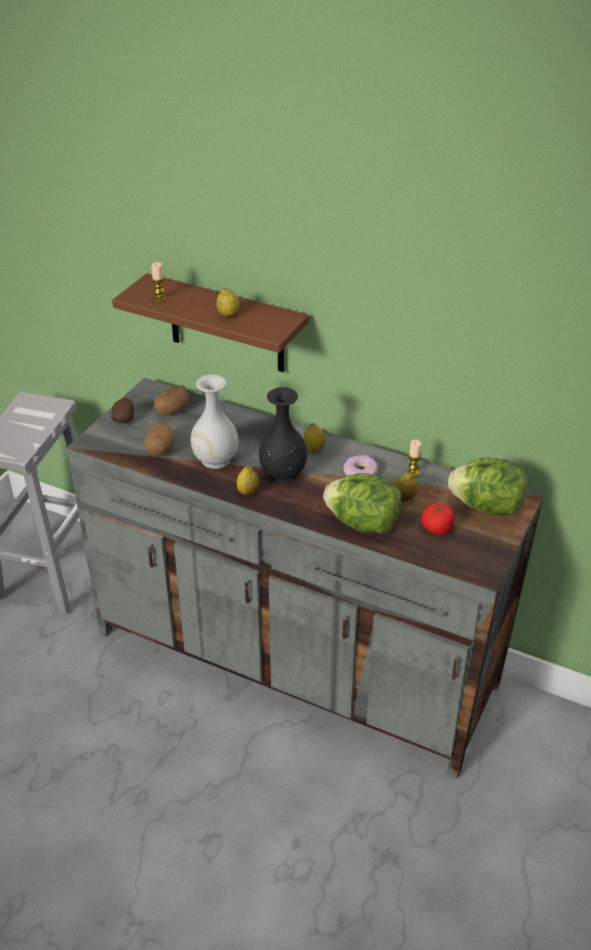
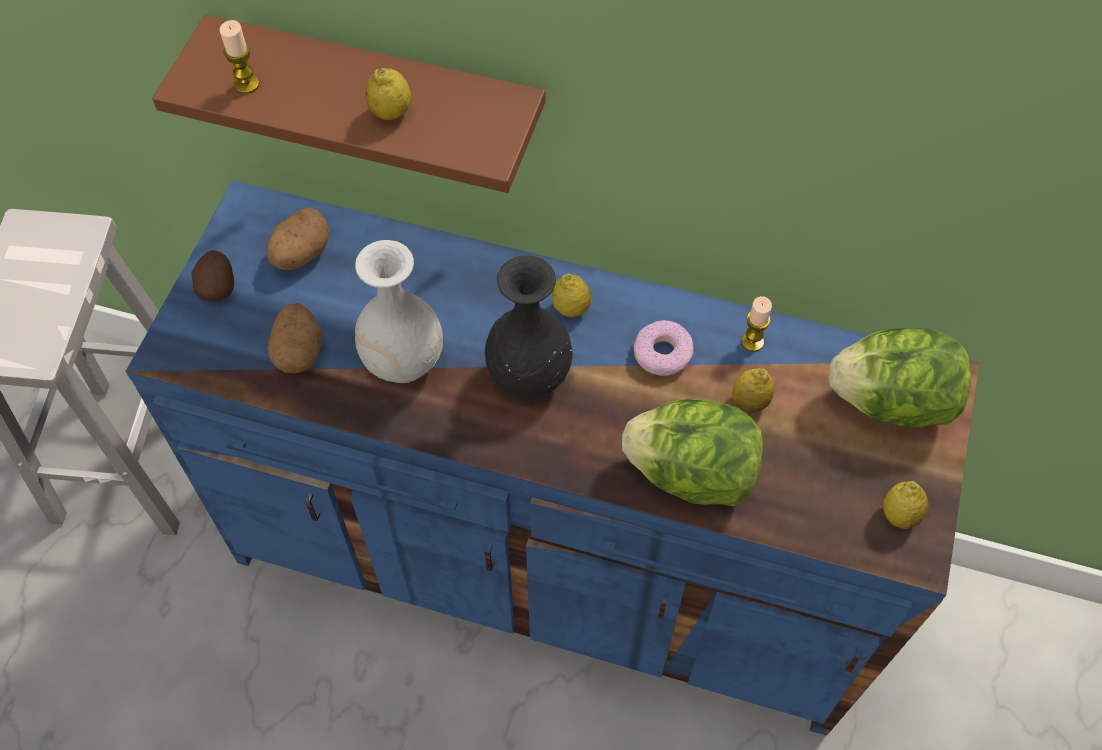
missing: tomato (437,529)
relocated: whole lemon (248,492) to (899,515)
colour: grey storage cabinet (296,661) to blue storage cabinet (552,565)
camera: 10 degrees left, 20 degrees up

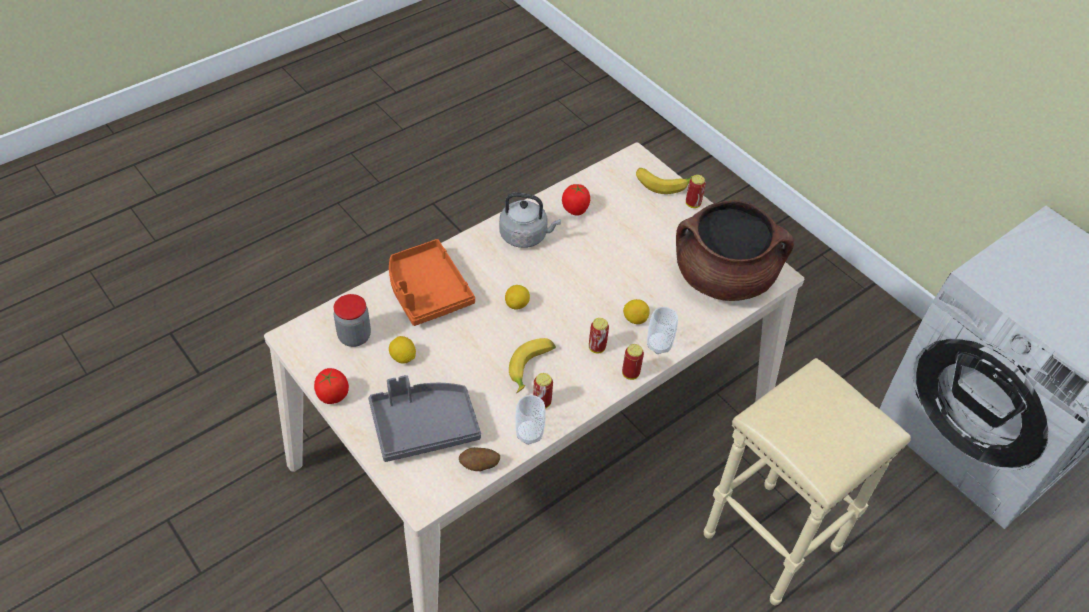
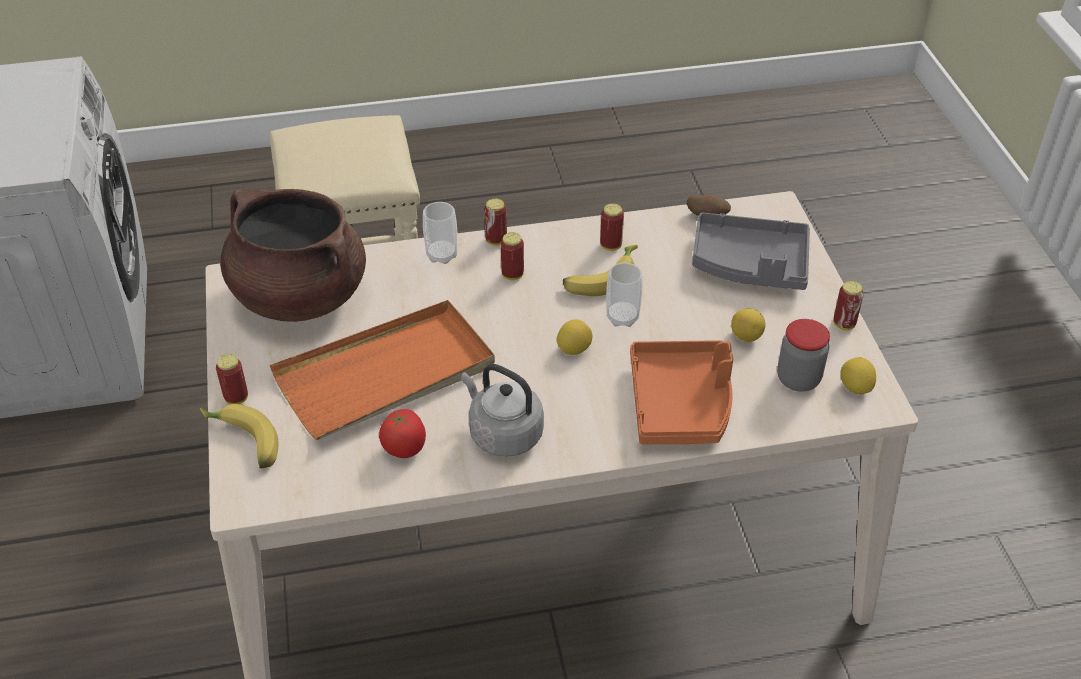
appeared: orange tray (386,374)
relocated: drinking cup (529,434) to (622,317); whole lemon (635,319) to (855,387)
exchanged: tomato (332,395) to can (844,324)
camera: 150 degrees left, 5 degrees down

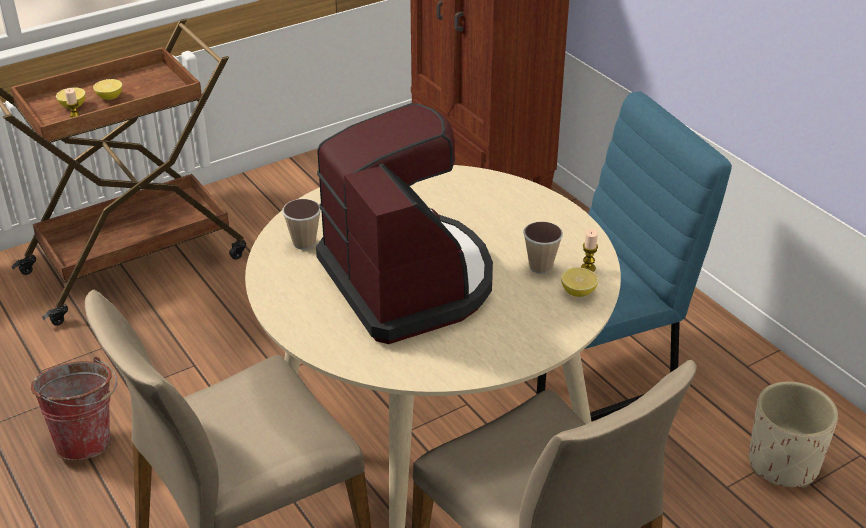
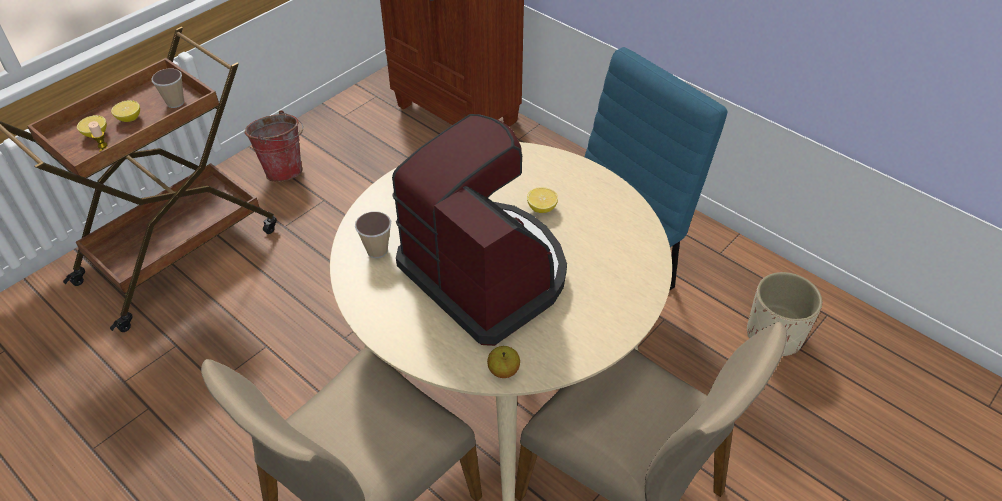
missing: wax candle (588,268)
appeared: whole apple (503,370)
relocated: drinking cup (540,267) to (175,102); pail (88,439) to (284,169); whole lemon (578,292) to (542,208)
camera: 15 degrees left, 10 degrees up

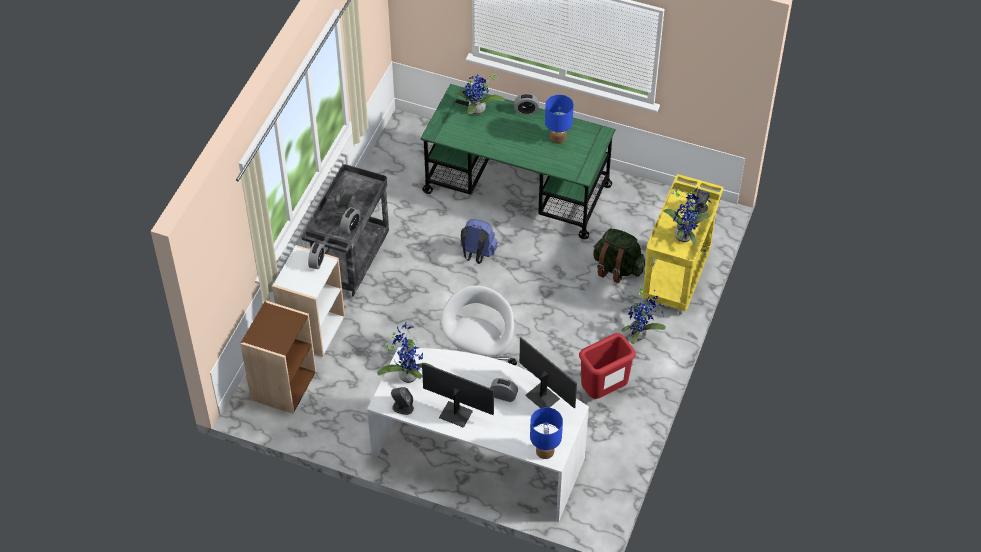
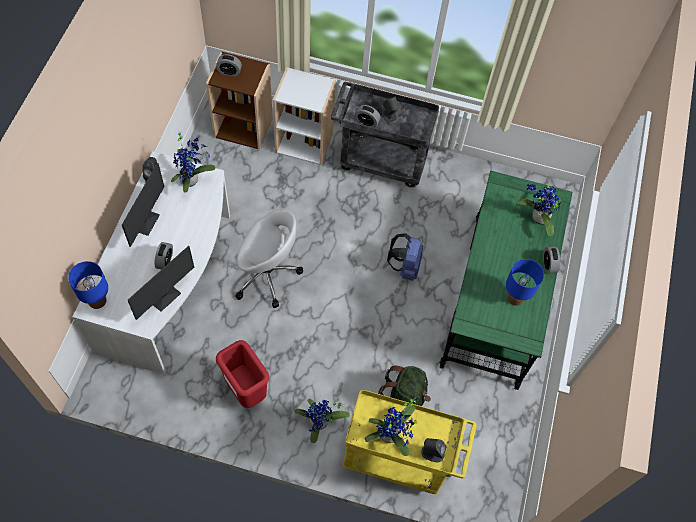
relocated: alarm clock (317,262) to (229,72)
camera: 80 degrees right, 10 degrees up

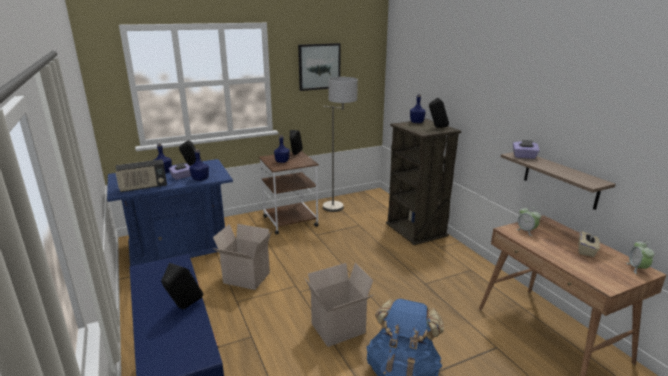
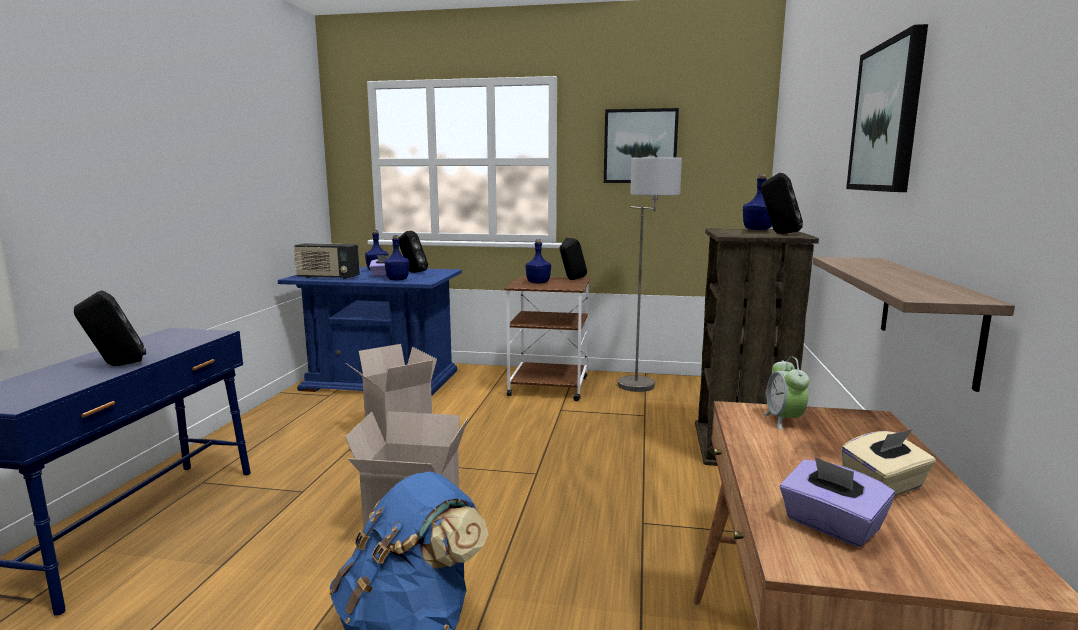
missing: alarm clock (637,268)
appeared: picture (887,117)
relocated: purplish tissue box (524,156) to (831,526)
camera: 35 degrees right, 10 degrees down

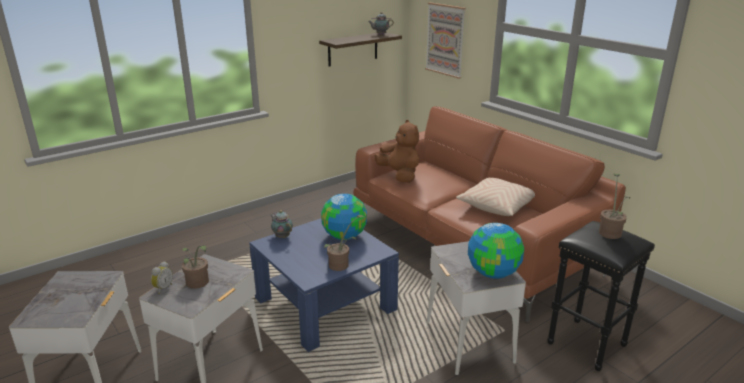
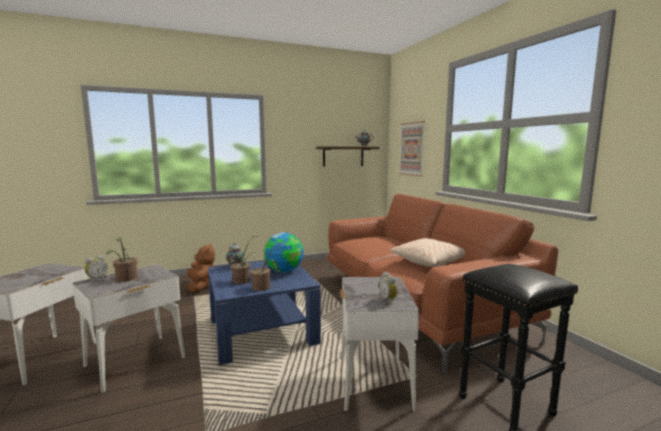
relocated: brown plush toy (399,175) to (201,286); houseplant (610,232) to (243,280)
exchanged: globe (493,273) to alarm clock (388,300)
camera: 15 degrees right, 15 degrees down

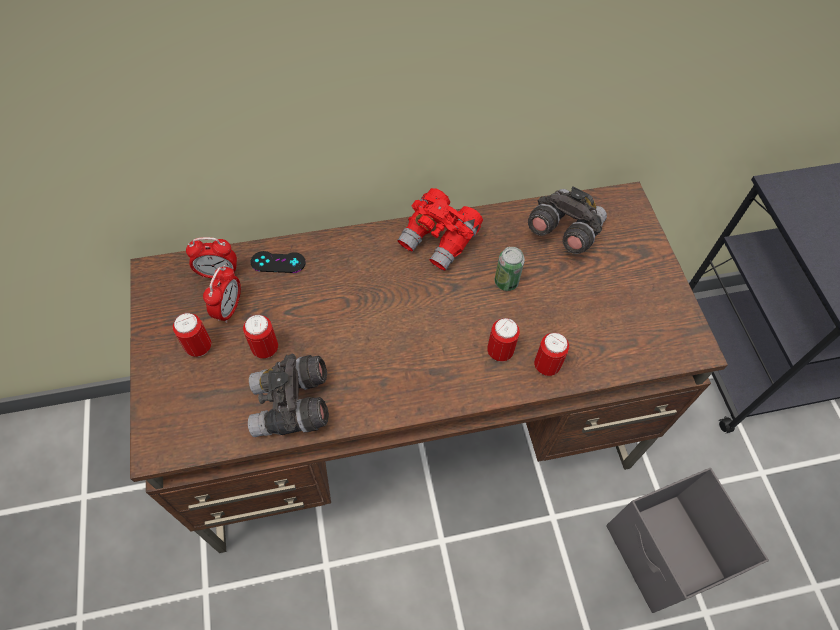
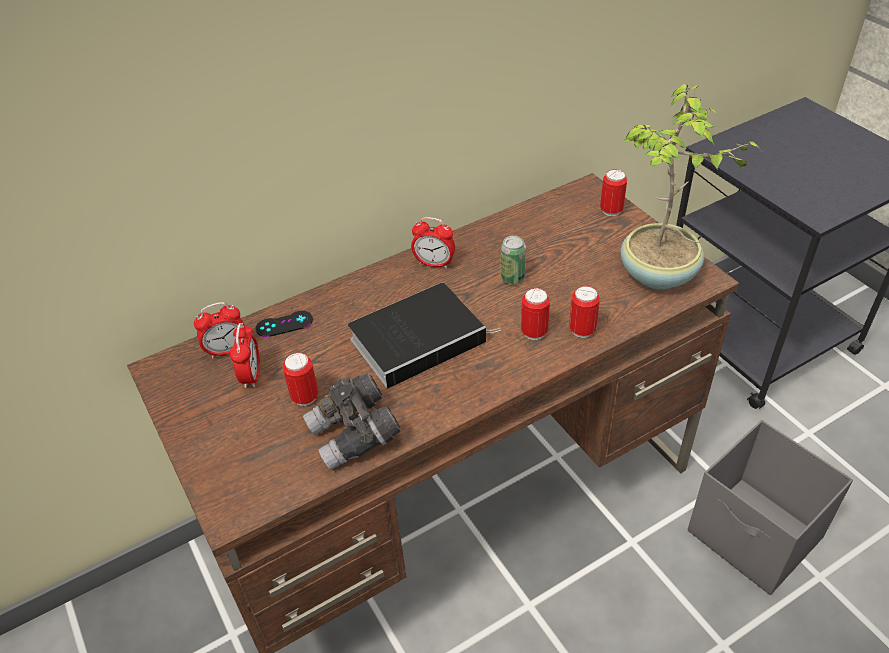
missing: grey binoculars (563,231)
appeared: book (420,338); houseplant (659,276)
relocated: can (199,347) to (611,210)
exchanged: red-coloured binoculars (439,240) to alarm clock (434,263)
camera: 15 degrees left, 15 degrees down

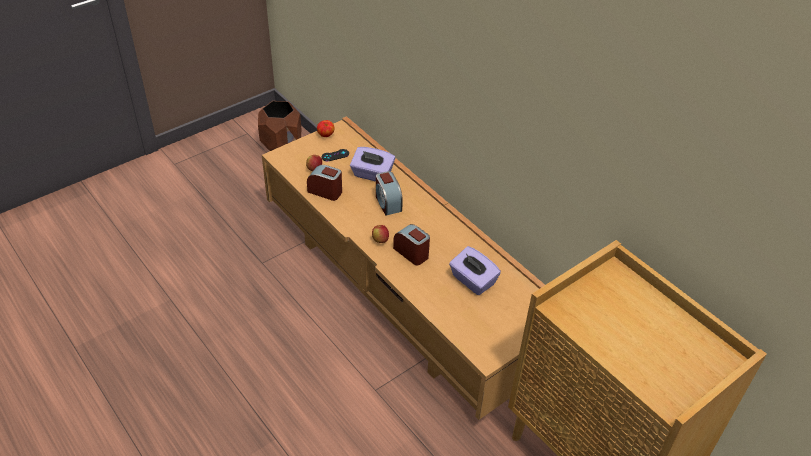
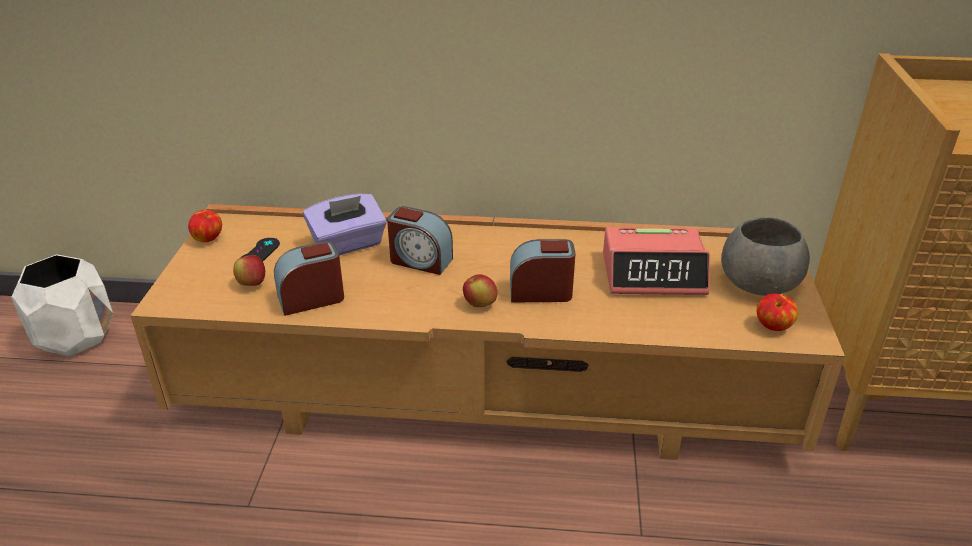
appeared: grey deep dish (757,283); whole apple (773,327)
exchanged: purplish tissue box (472,281) to alarm clock (654,273)
colour: brown flower pot (282,144) to whitish flower pot (76,337)
camera: 45 degrees left, 10 degrees down

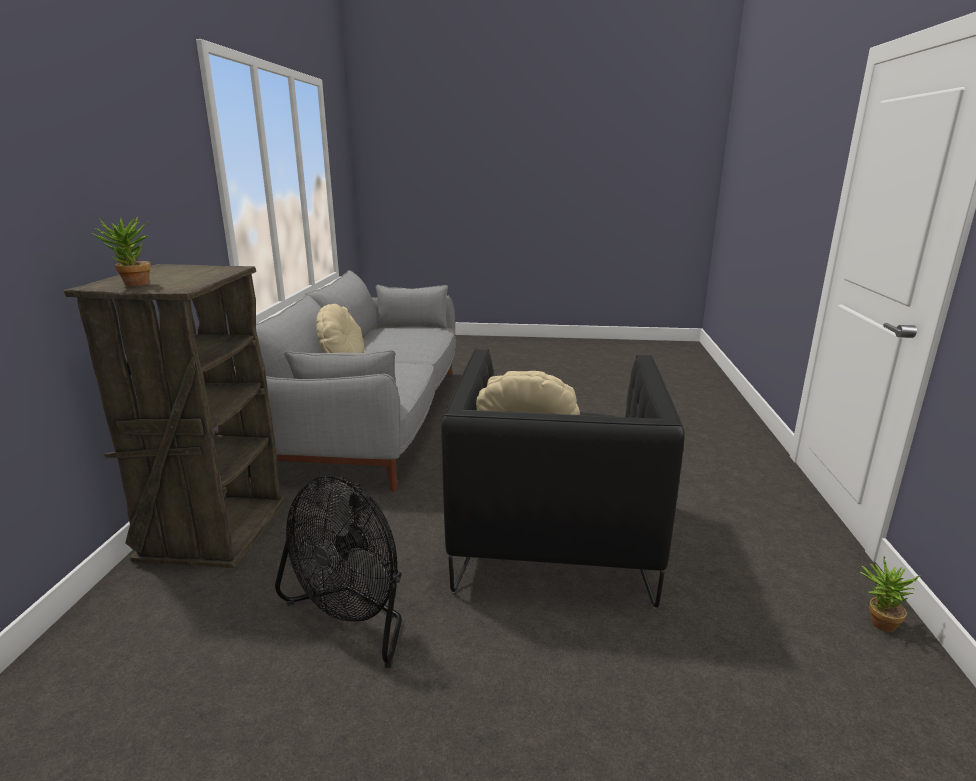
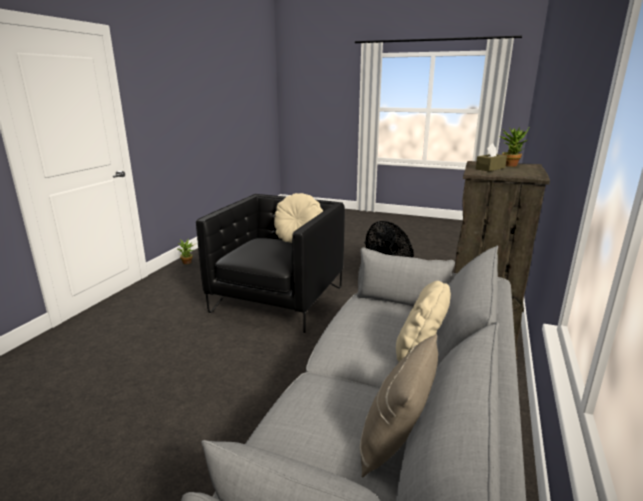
appeared: sand-coloured pillow (395,441); brown tissue box (490,168)
camera: 165 degrees left, 0 degrees up

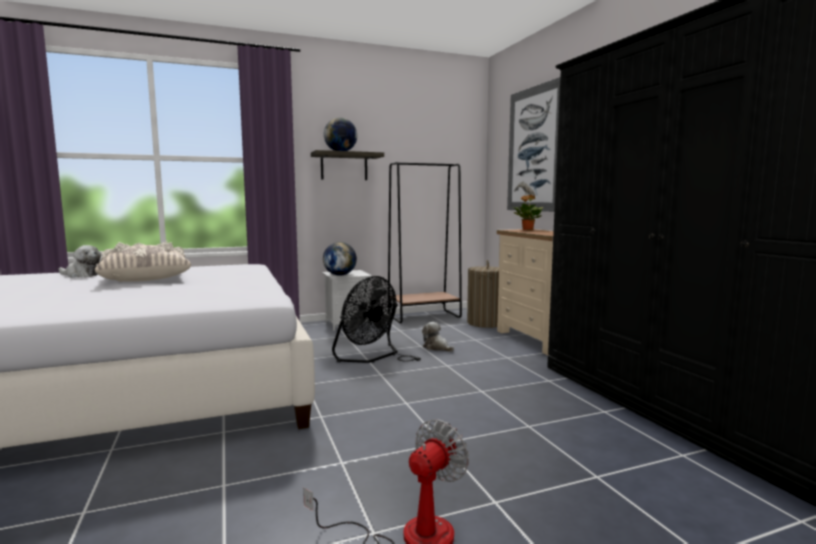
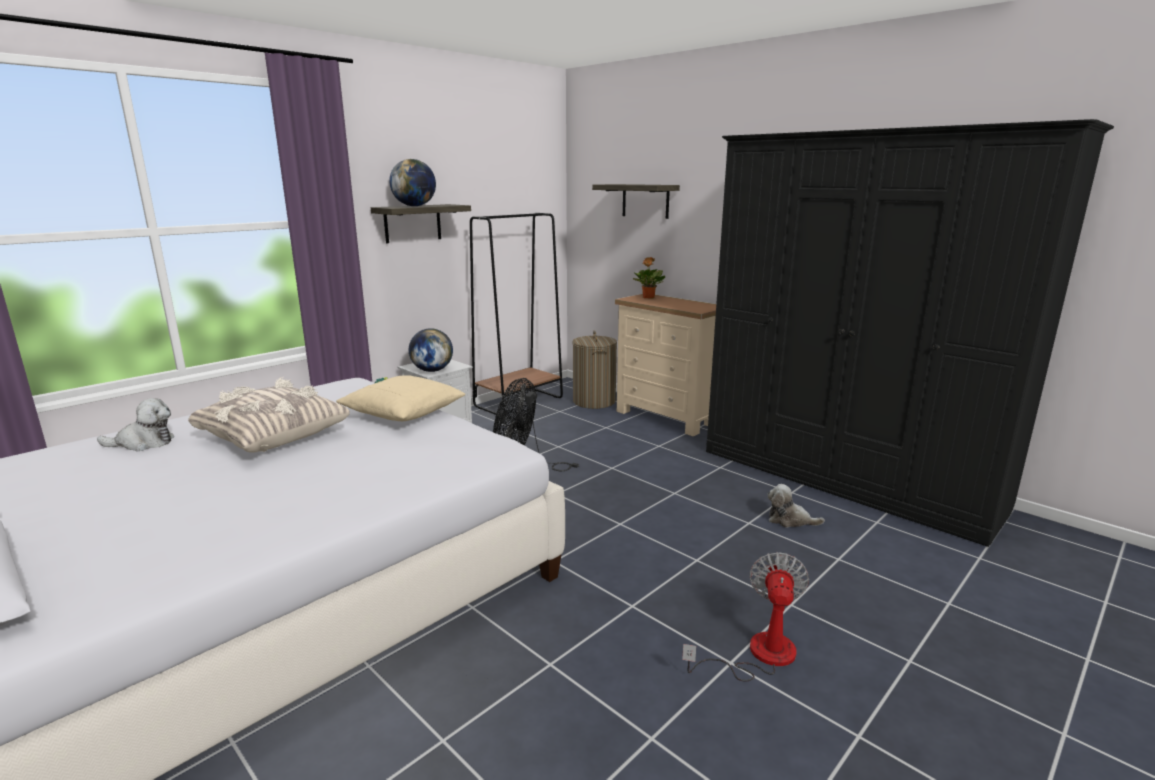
appeared: sand-coloured pillow (404,414)
relocated: plush toy (437,348) to (789,520)
exchanged: picture (534,149) to shelf (645,201)
camera: 25 degrees left, 10 degrees up

